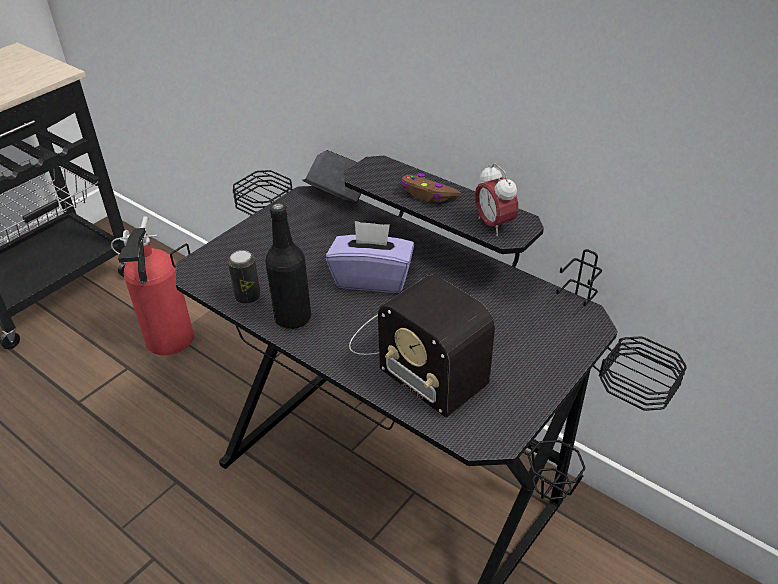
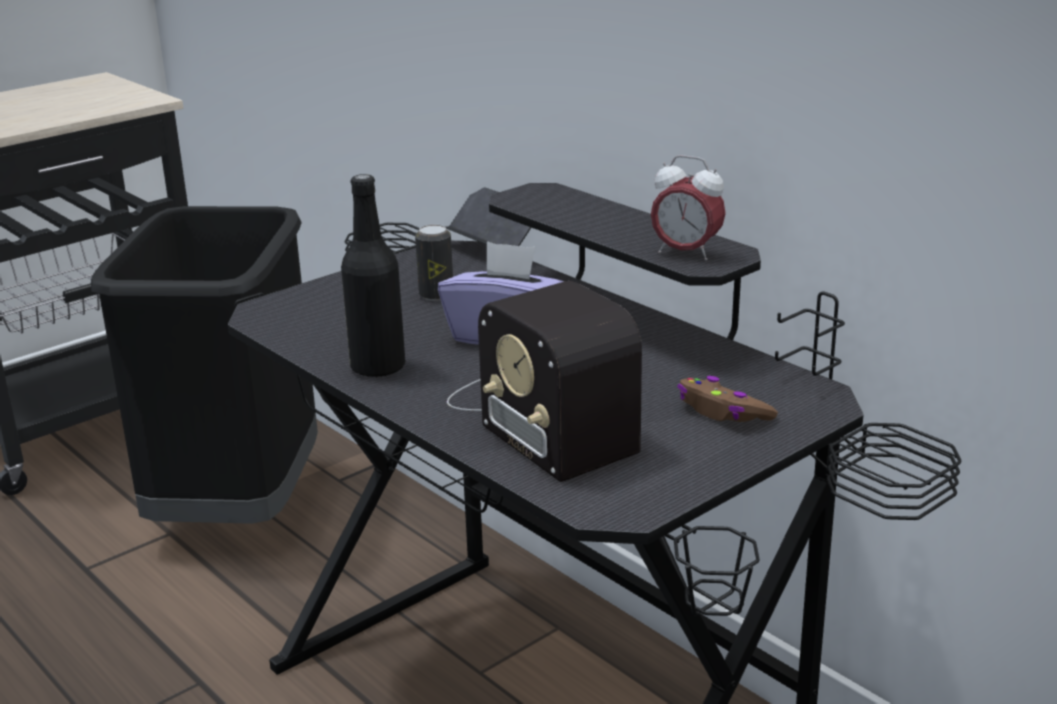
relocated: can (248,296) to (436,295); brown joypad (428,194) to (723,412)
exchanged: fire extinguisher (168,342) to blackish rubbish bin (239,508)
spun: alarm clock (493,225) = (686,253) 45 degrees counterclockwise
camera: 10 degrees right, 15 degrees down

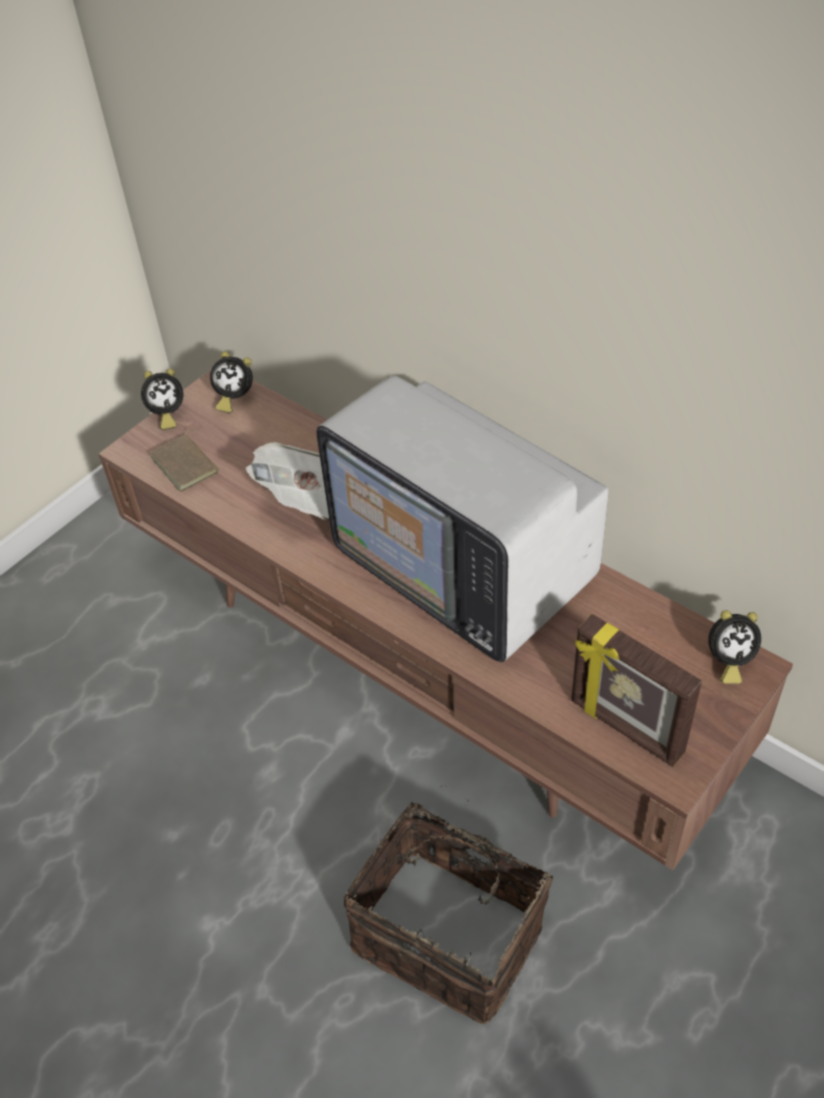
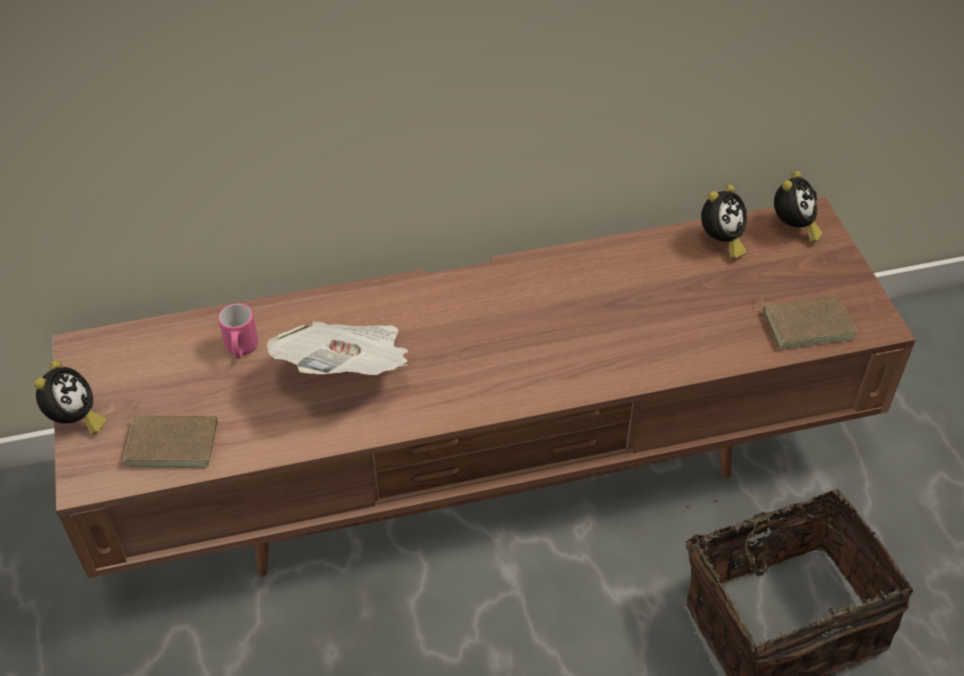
missing: TV set (464,568)
appeared: pink-coloured tea mug (241,349)
relocated: alarm clock (234,398) to (721,242)
exchanged: standing frame (625,728) to brown book (807,323)
camera: 55 degrees left, 0 degrees up

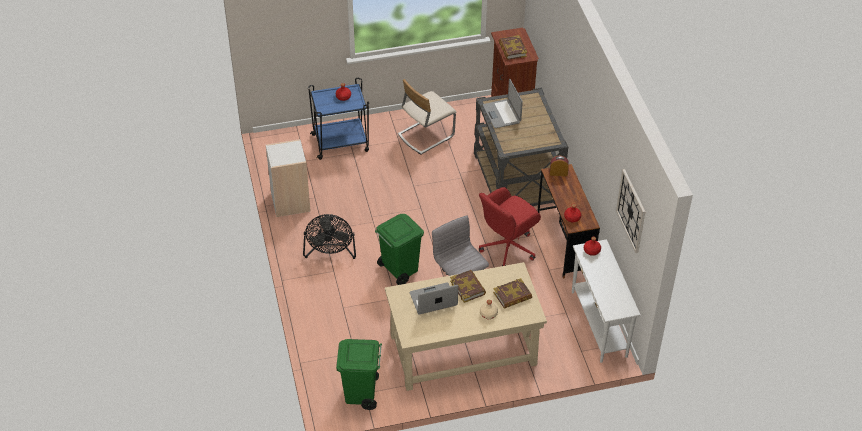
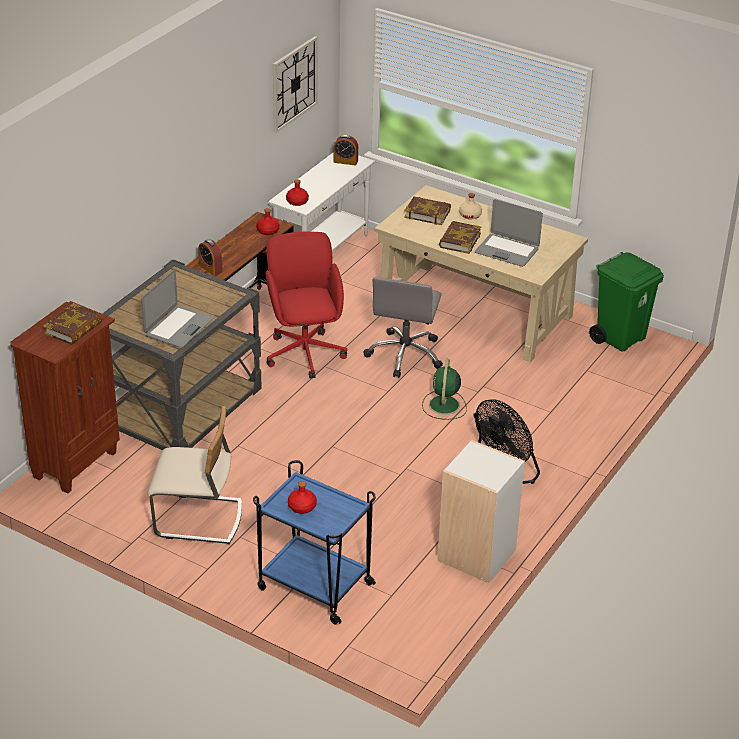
appeared: alarm clock (345,161)
exchanged: greenish rubbish bin (399,270) to greenish cooling fan (444,406)
spun: red-coloured computer chair (507,249) = (305,353) 105 degrees counterclockwise
camera: 135 degrees left, 10 degrees down

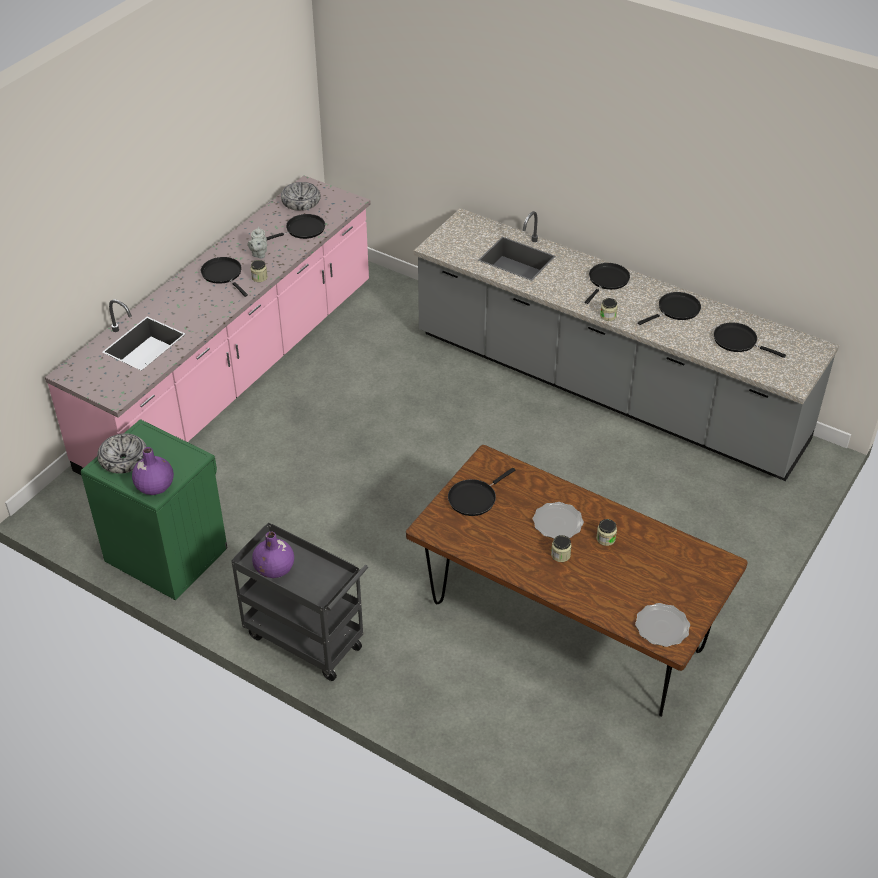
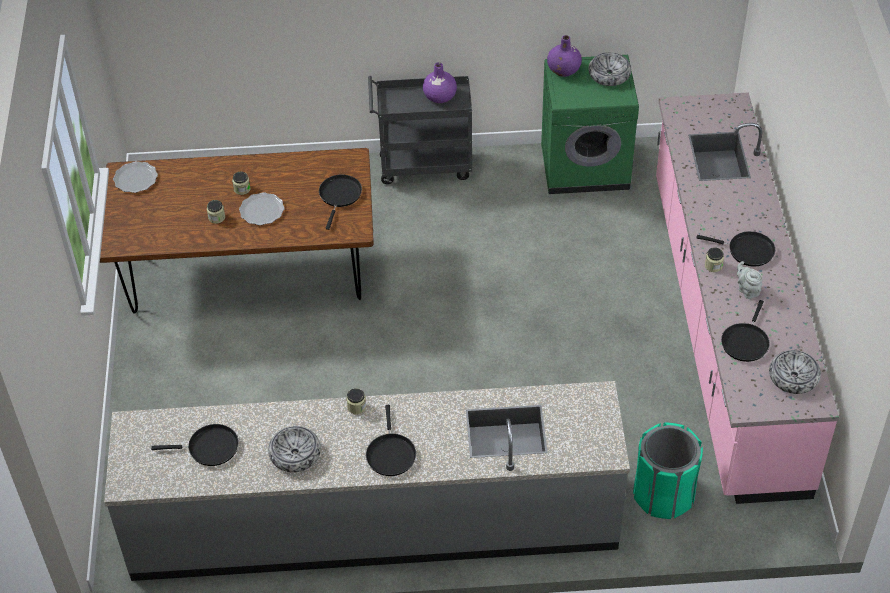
appeared: greenish rubbish bin (663,494)
exchanged: blackish pan (676,310) to deep dish (295,454)
camera: 145 degrees right, 5 degrees up

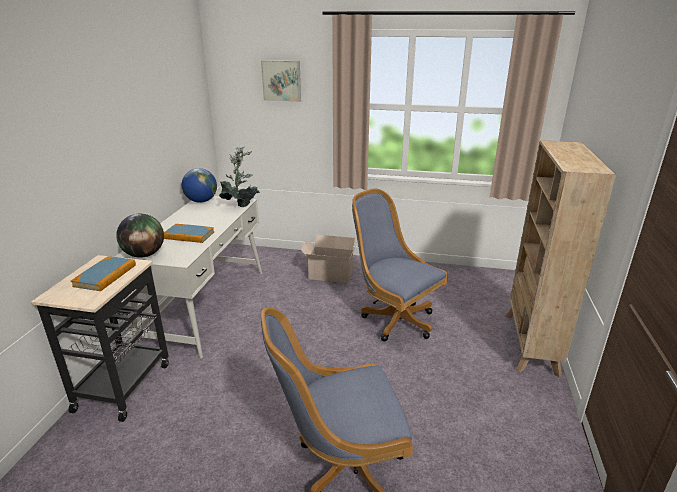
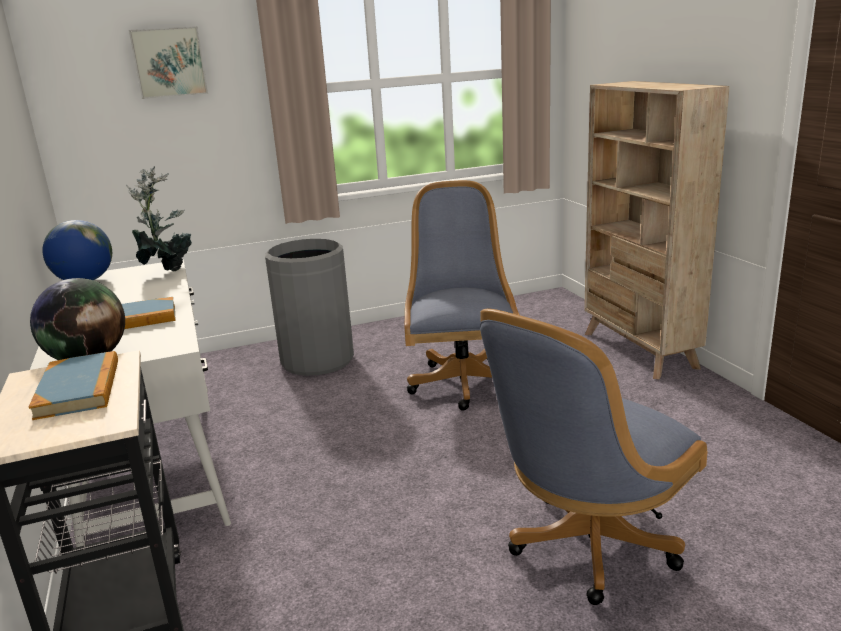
exchanged: packing box (329,274) to grey rubbish bin (317,360)
spun: blue computer chair (393,319) = (462,379) 75 degrees clockwise
camera: 30 degrees left, 5 degrees down

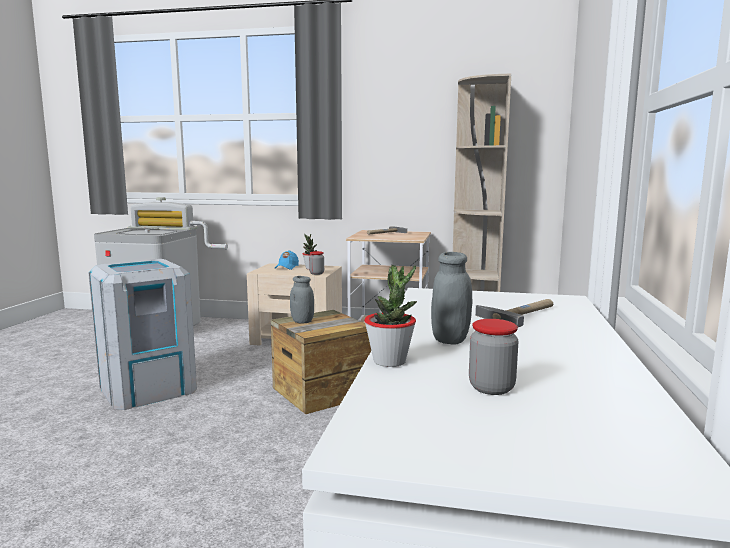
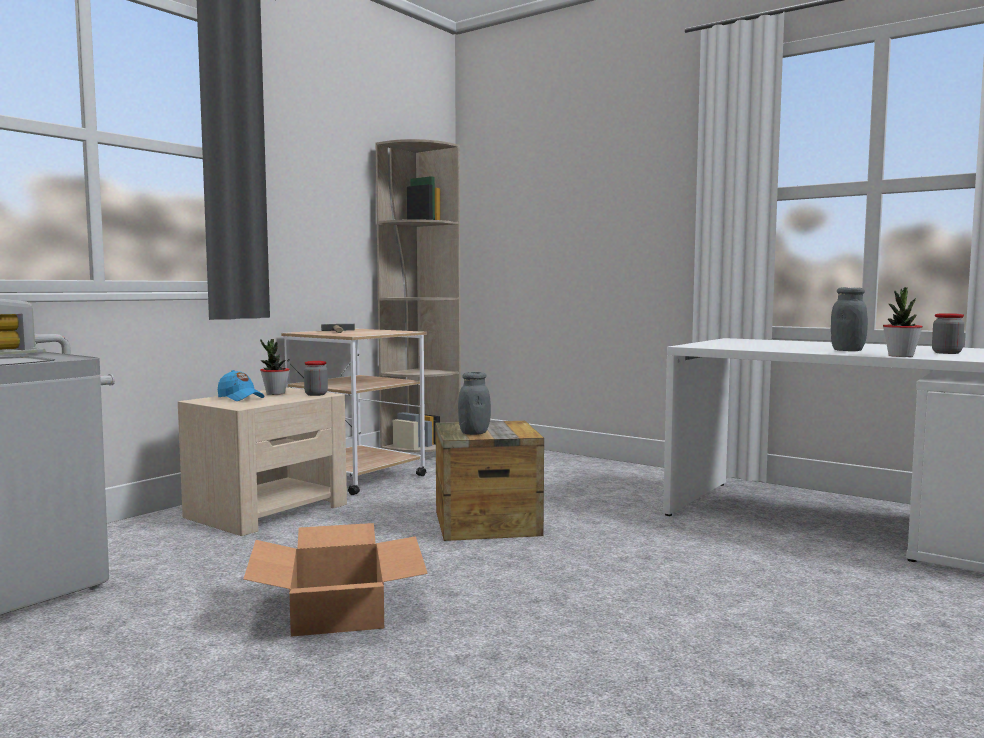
missing: hand hammer (521,314)
exchanged: grey rubbish bin (148,388) to packing box (338,608)
camera: 65 degrees left, 5 degrees down

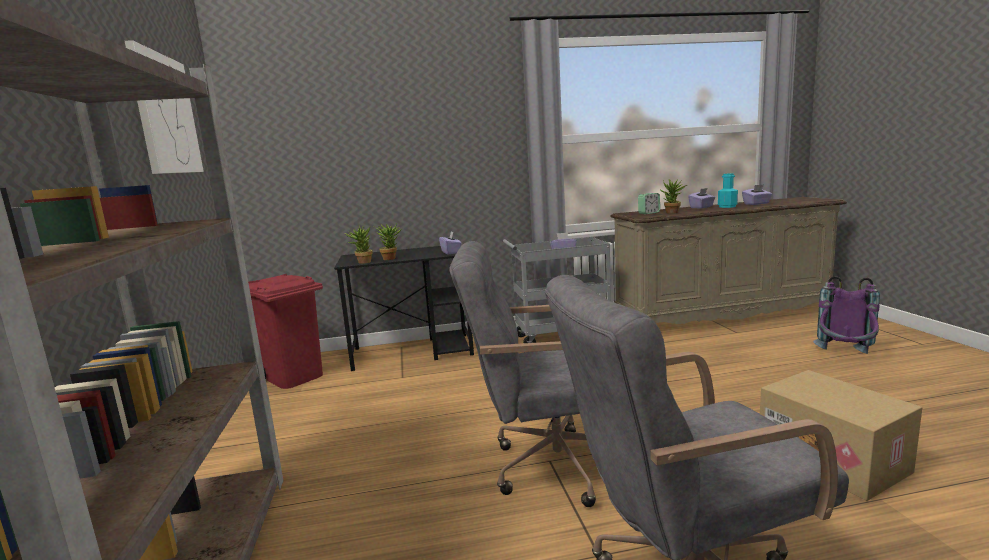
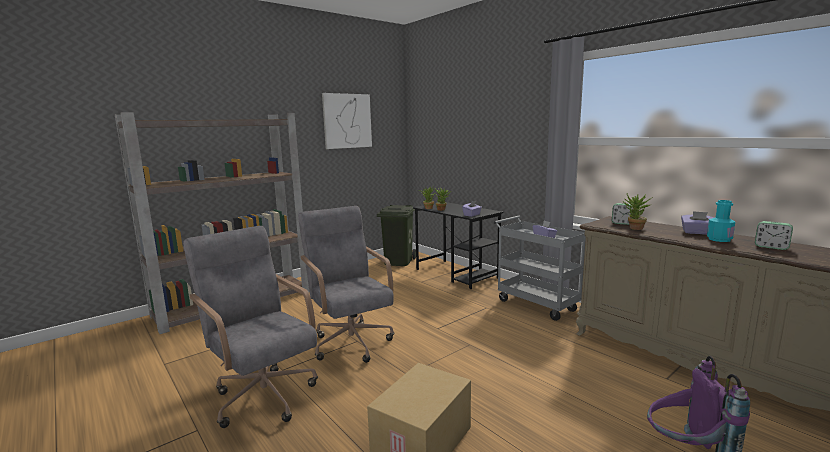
exchanged: purplish tissue box (756,204) to alarm clock (771,247)
colour: red-coloured rubbish bin (293,377) to greenish rubbish bin (397,261)
camera: 60 degrees right, 0 degrees up

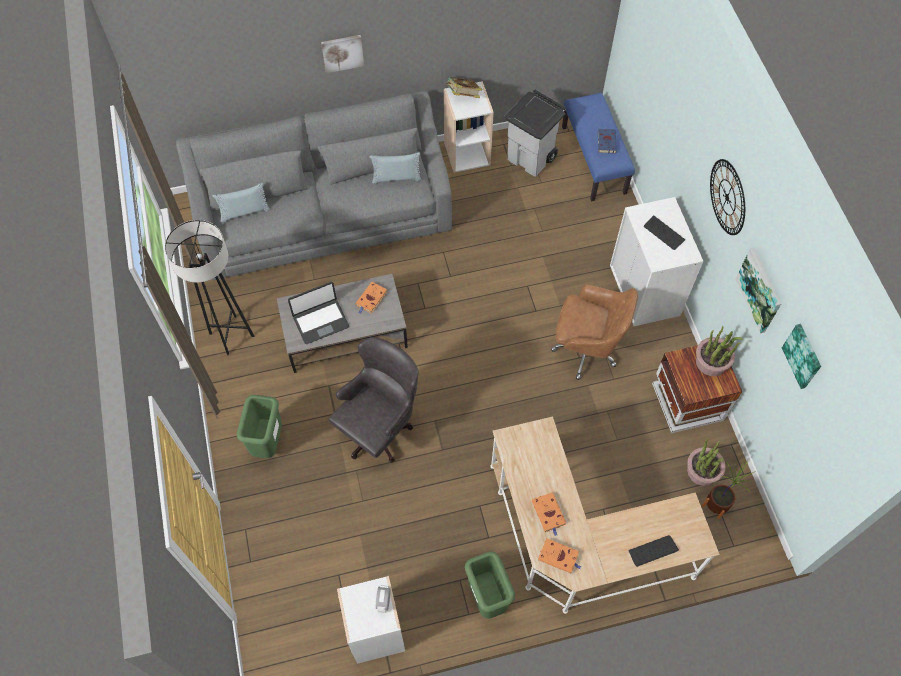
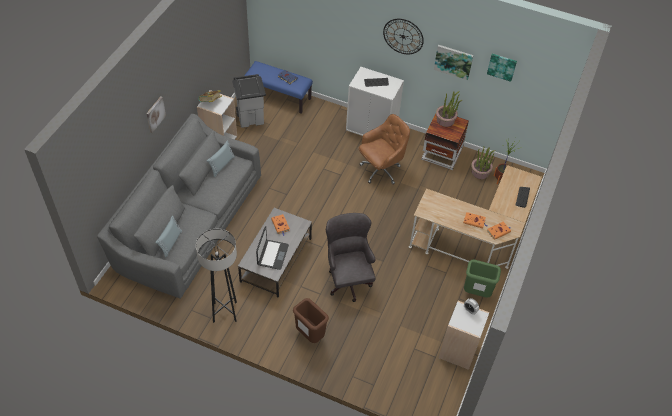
colour: greenish rubbish bin (267,442) to brown rubbish bin (309,335)
camera: 55 degrees left, 10 degrees down

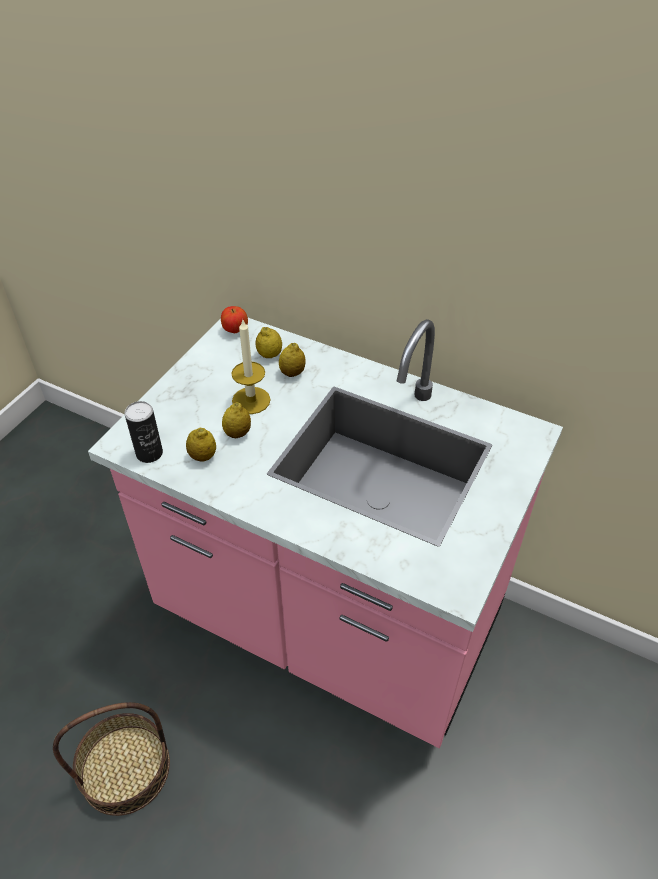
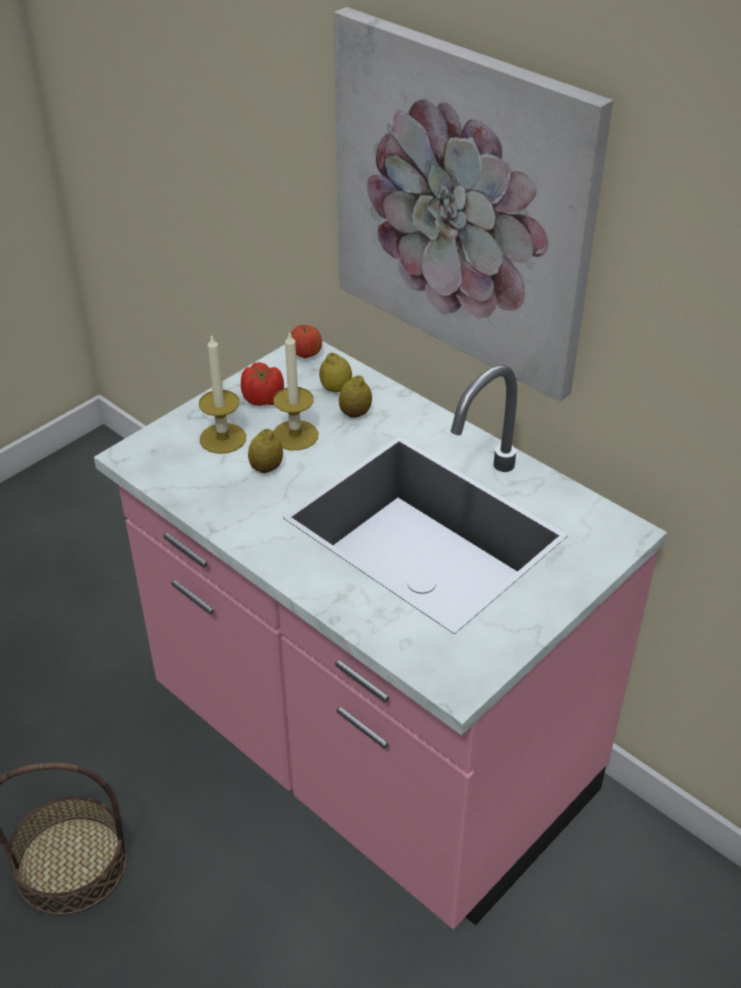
missing: can (149,453); whole lemon (203,456)
appeared: wax candle (223,438); tomato (263,399); picture (463,203)
camera: 15 degrees right, 5 degrees down

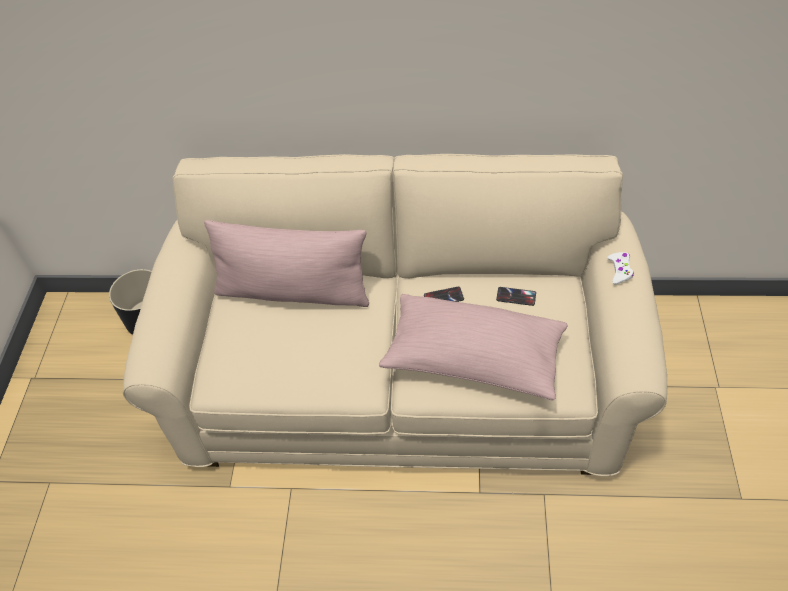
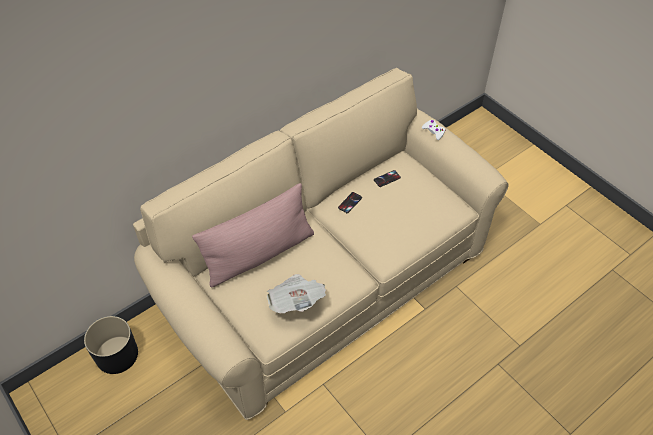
missing: pink-coloured pillow (473,359)
appeared: daily paper (296,301)
camera: 45 degrees left, 0 degrees up

